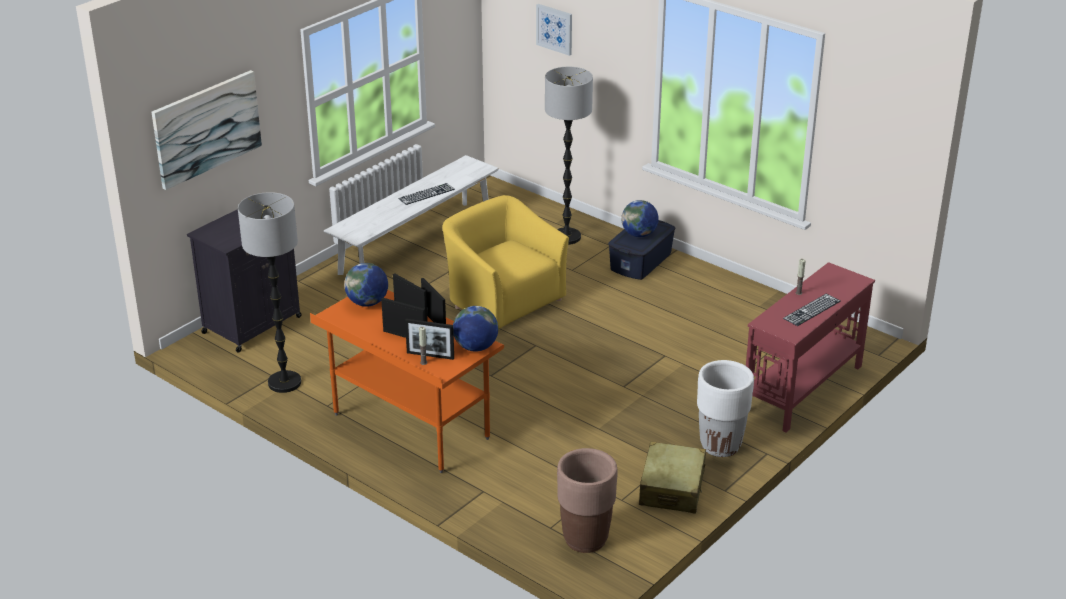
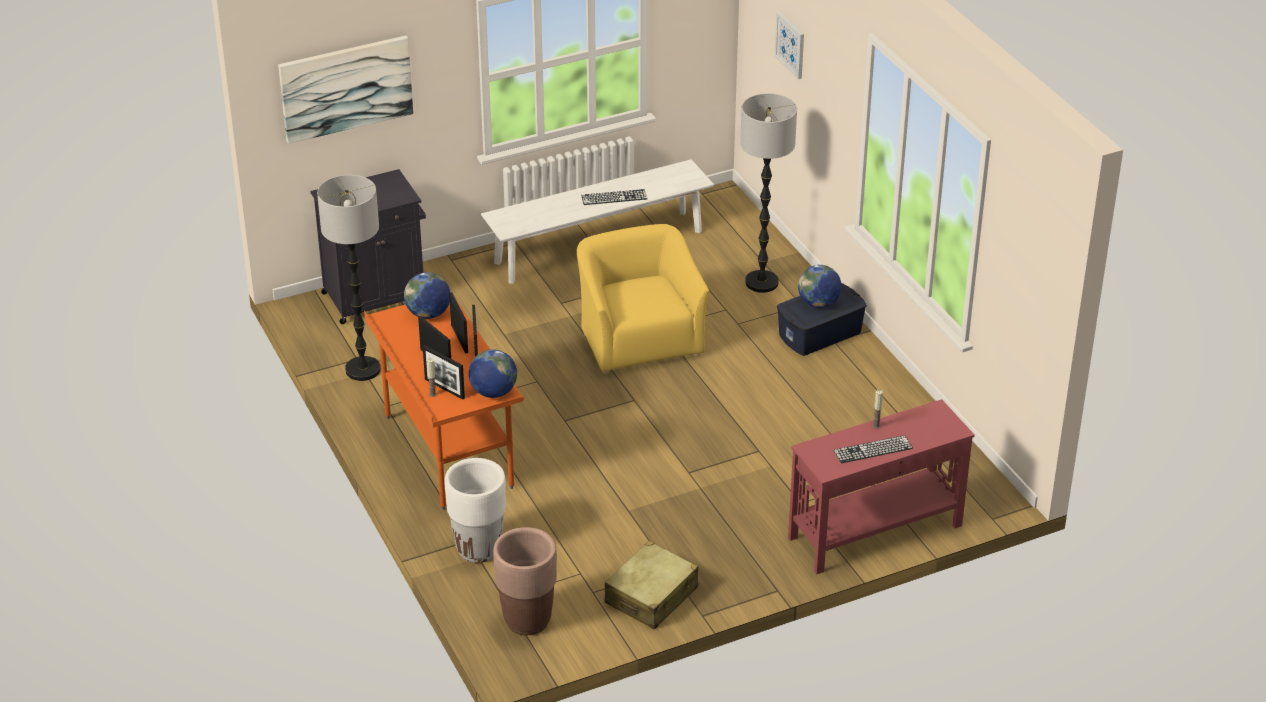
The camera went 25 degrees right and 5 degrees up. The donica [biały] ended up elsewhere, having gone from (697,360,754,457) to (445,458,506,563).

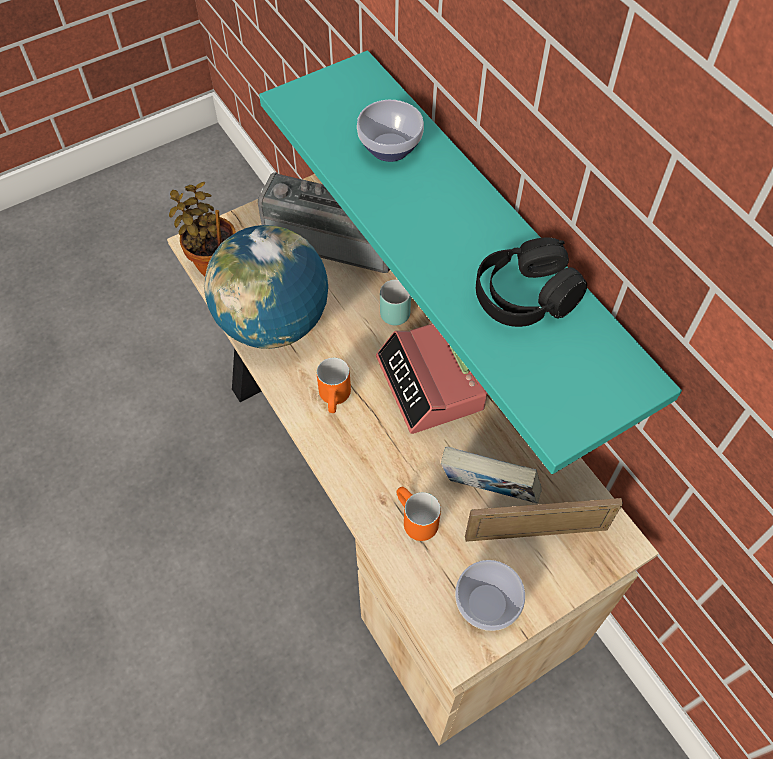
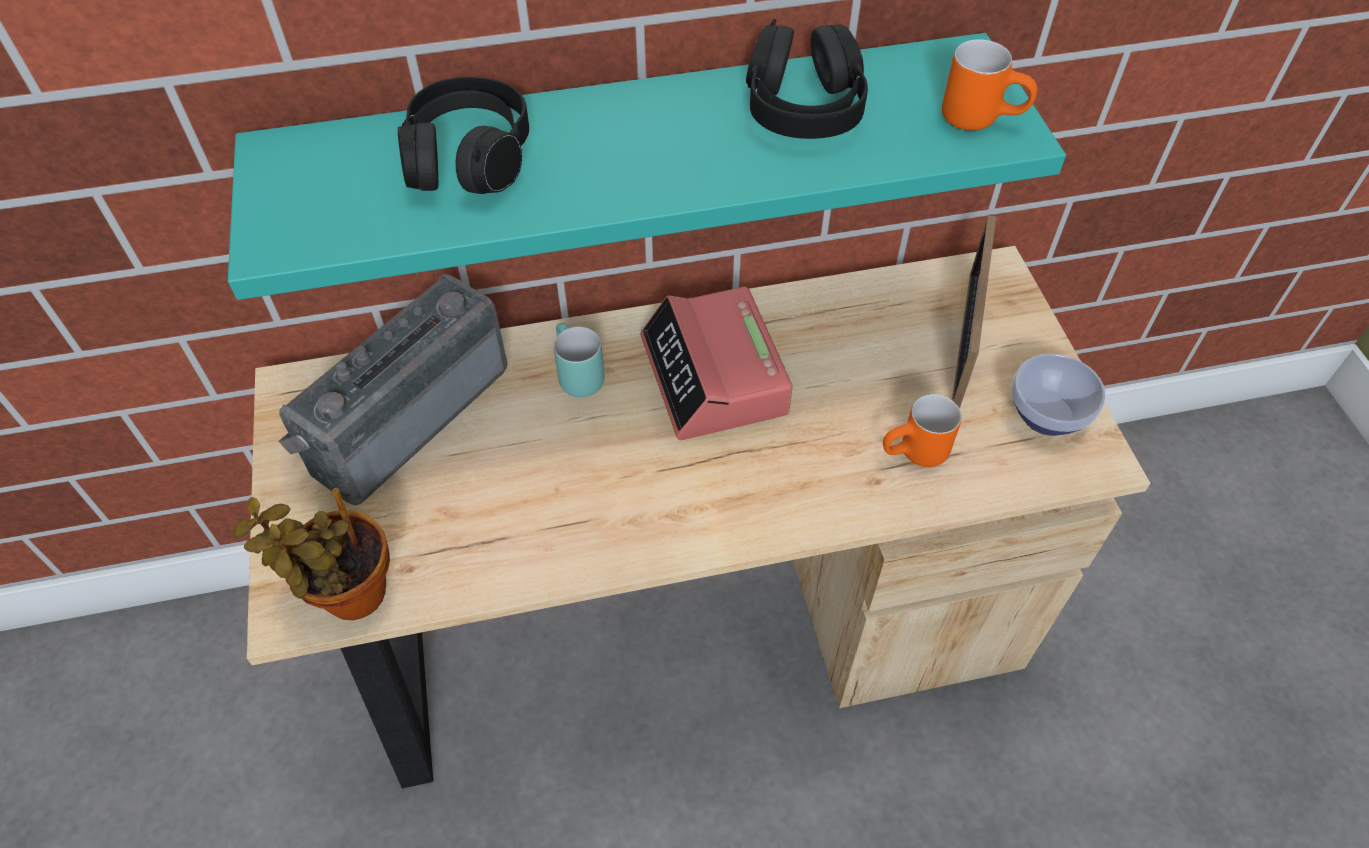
The camera went 70 degrees left and 5 degrees down. Where the miska stood at (357,100,424,162), the słuchawki [czarny] came to stand at (398,77,529,194). The second view lost the globus at (204,225,328,349). The budzik at (376,323,487,434) ended up facing another way, 75 degrees clockwise from before. The kubek [pomarańczowy] ended up elsewhere, having gone from (317,358,351,413) to (942,39,1037,131). The second view lost the książka at (441,447,542,504).

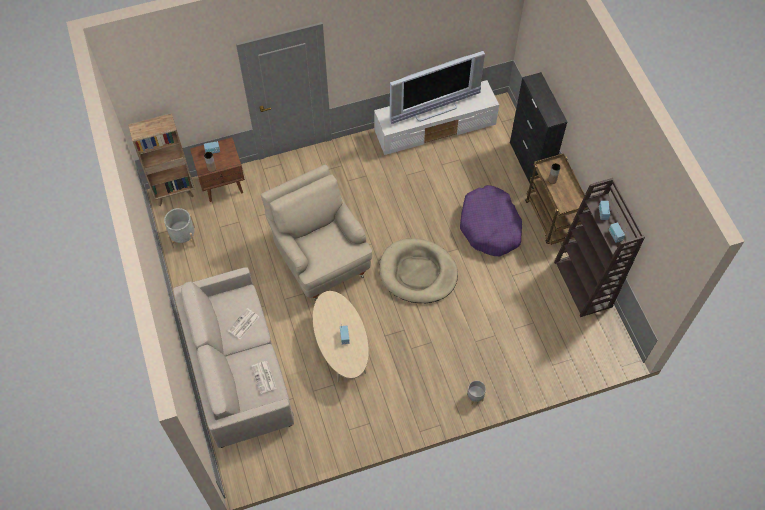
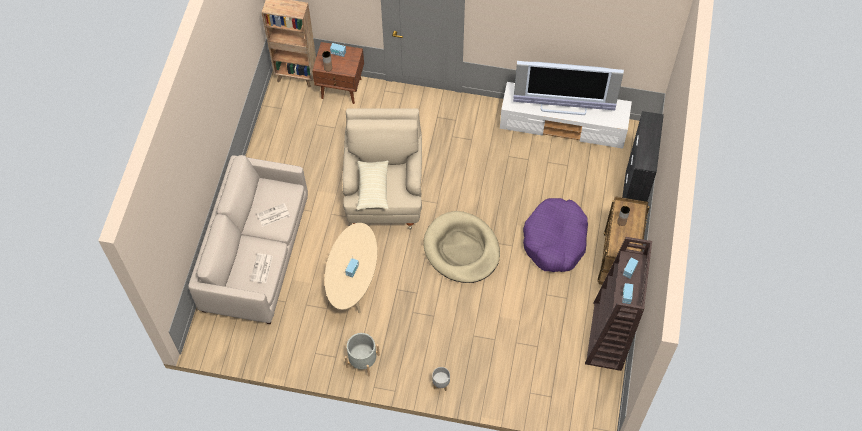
The camera went 30 degrees right and 0 degrees up. The donica [szary] ended up elsewhere, having gone from (164,208,196,249) to (345,333,380,376). The second view gained the poduszka [beżowy] at (357,161,389,210).

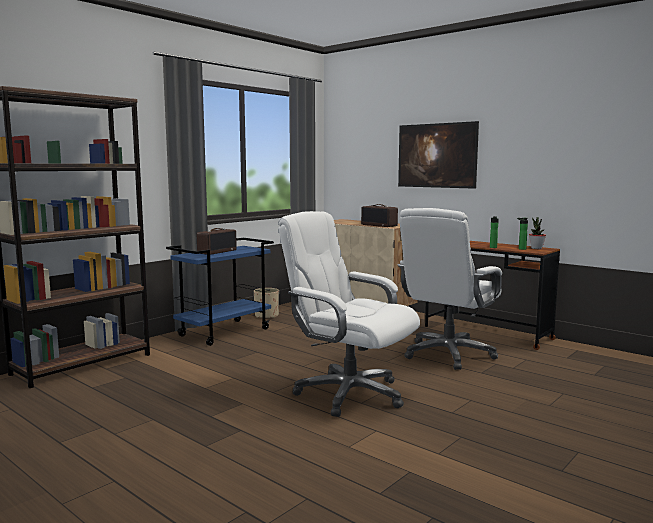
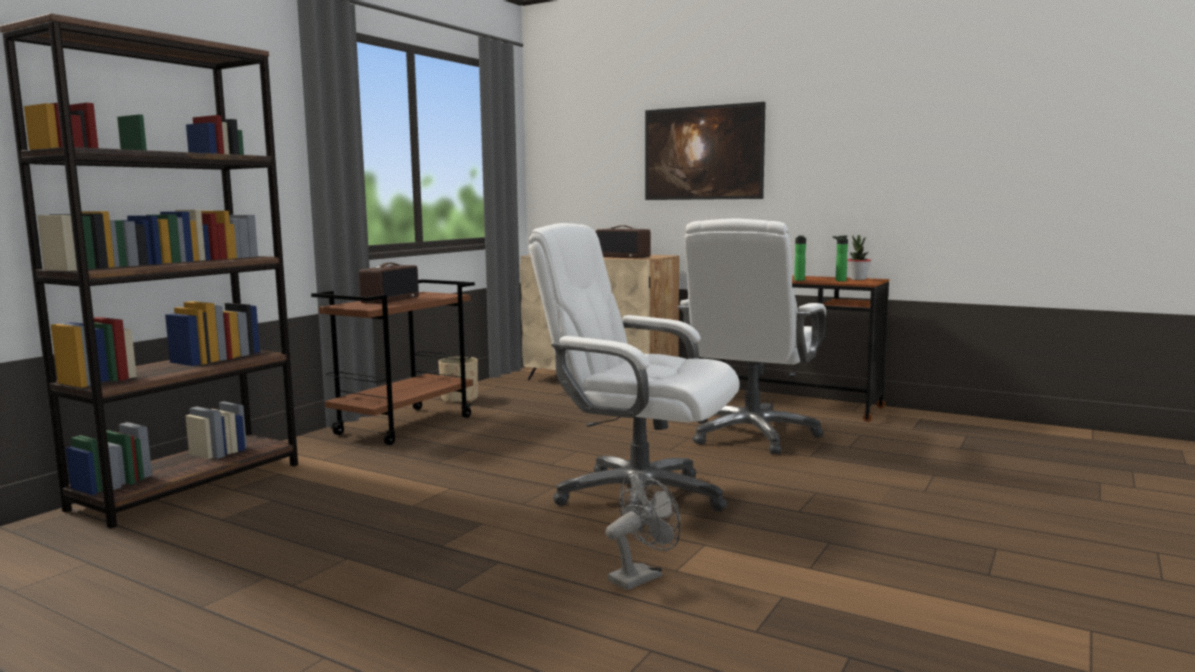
The camera went 10 degrees left and 0 degrees up. What was the wózek [niebieski] at (166,238,274,346) turned into the wózek [brązowy] at (311,279,475,445). The second view gained the wentylator [szary] at (605,472,681,590).

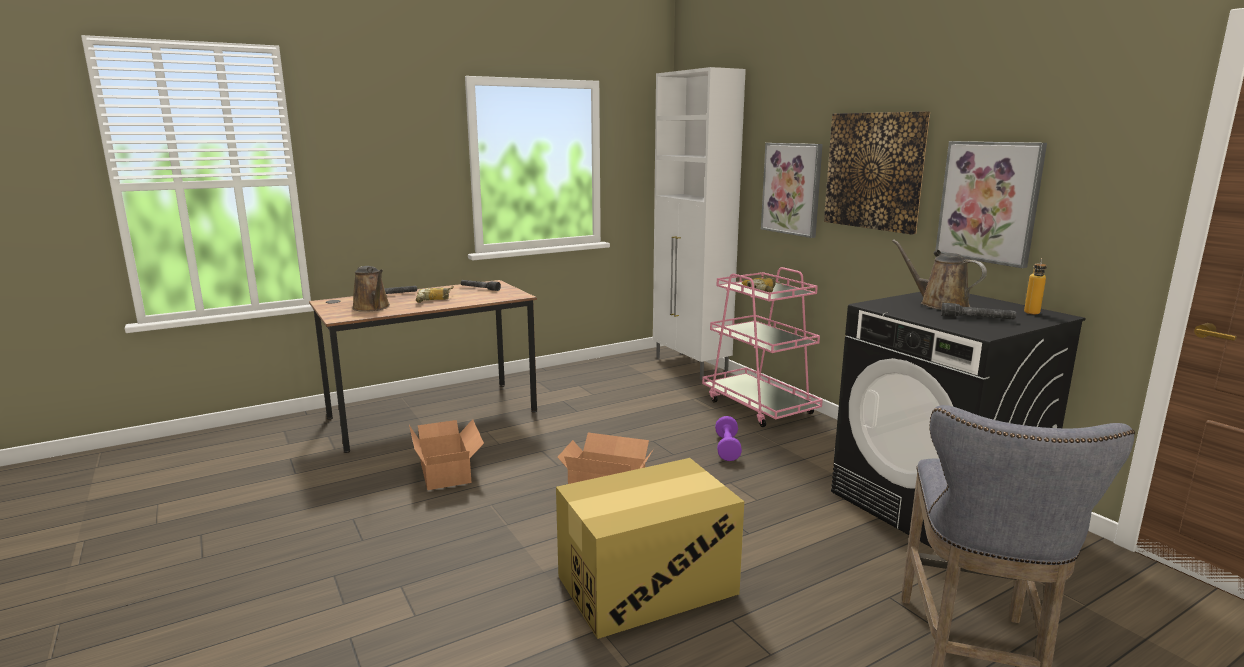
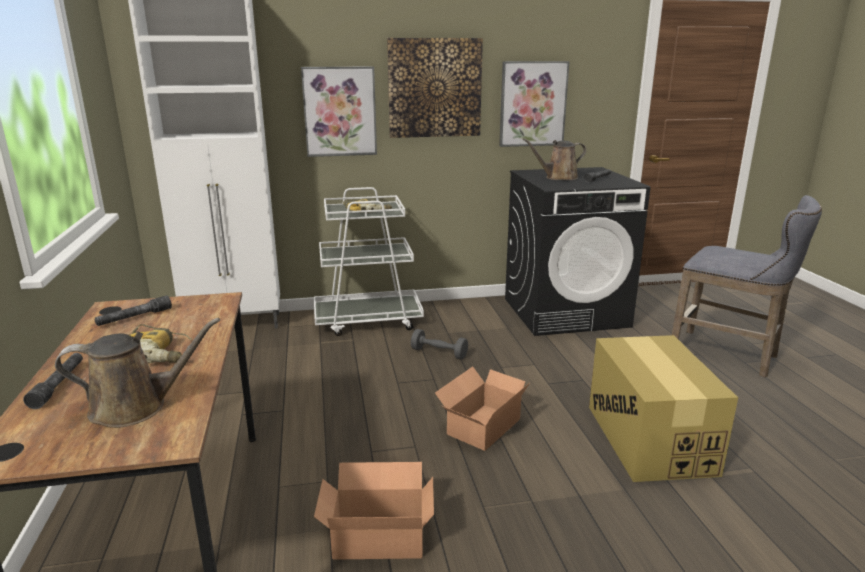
The camera went 70 degrees left and 5 degrees up. The second view lost the butelka at (1024,258,1047,314). What was the wózek [różowy] at (702,267,823,427) turned into the wózek [biały] at (314,187,424,336). What was the hantel [fioletowy] at (715,416,742,461) turned into the hantel [szary] at (411,329,468,360).

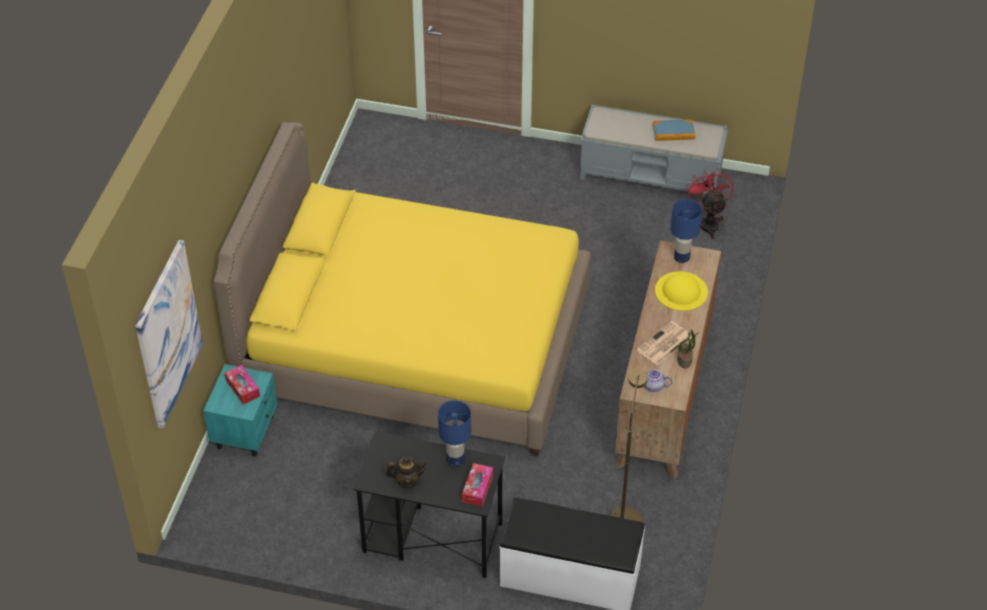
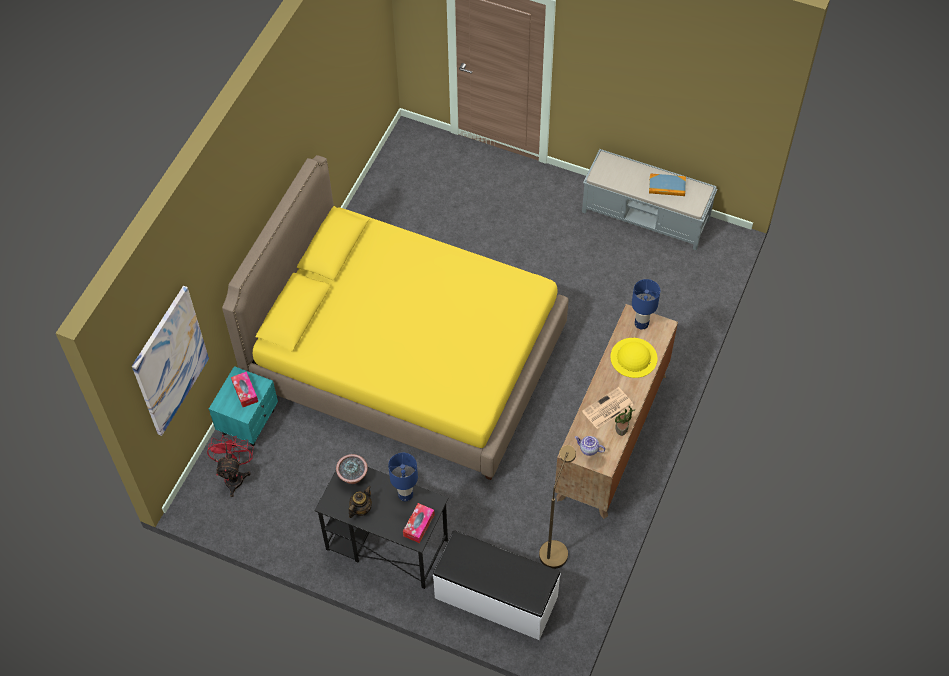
The camera went 10 degrees right and 10 degrees up. The wentylator [czerwony] ended up elsewhere, having gone from (686,168,733,240) to (207,435,253,497). The imbryk at (386,457,427,488) ended up facing another way, 60 degrees counterclockwise from before. The second view gained the roślina doniczkowa at (336,454,368,484).

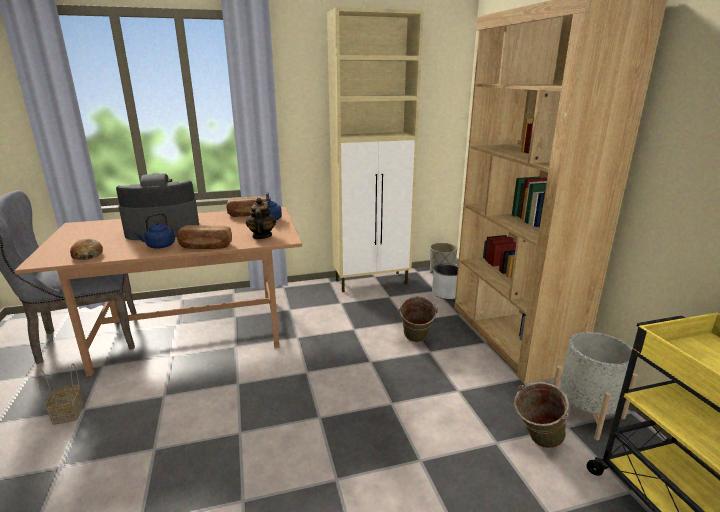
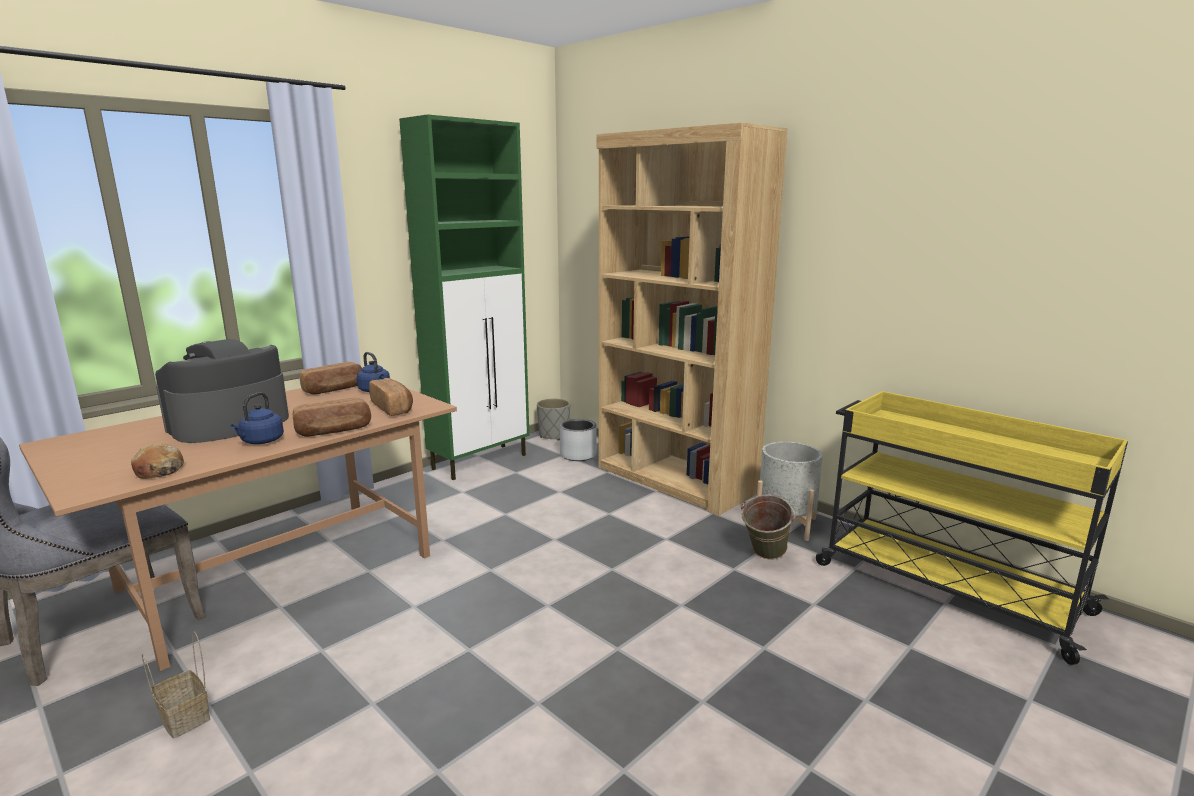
The camera went 30 degrees left and 5 degrees down. What was the szafka [beżowy] at (327,7,424,292) turned into the szafka [zielony] at (399,114,529,480). Where the imbryk stood at (246,198,276,239), the chleb came to stand at (369,378,413,416). The second view lost the wiadro [zielony] at (398,296,438,342).

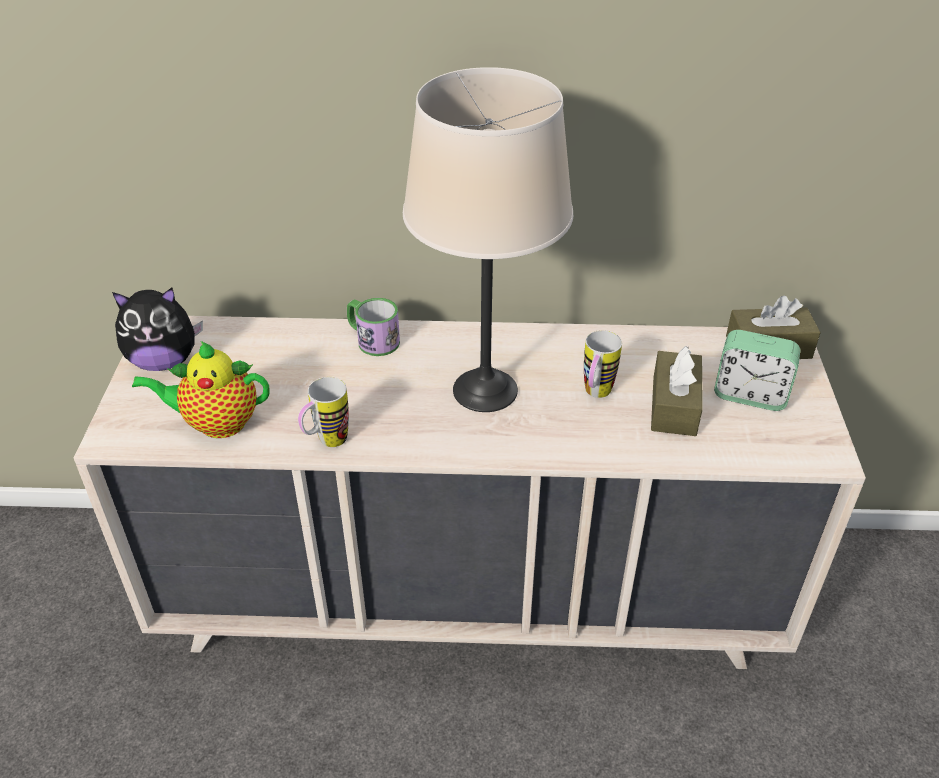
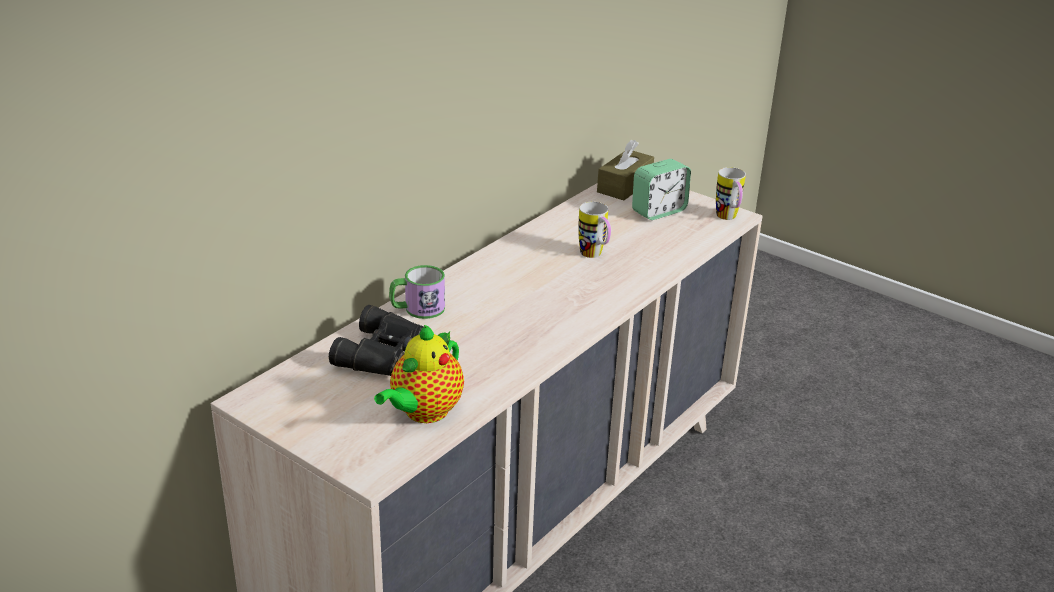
The camera went 55 degrees left and 10 degrees down. The second view lost the lampa stołowa [beżowy] at (403,67,573,412). The second view lost the pluszak at (112,288,203,371). The second view lost the pudełko chusteczek [brązowy] at (651,346,703,436). The kubek ended up elsewhere, having gone from (298,377,349,447) to (716,167,746,220). The second view gained the lornetka [czarny] at (329,305,423,376).

